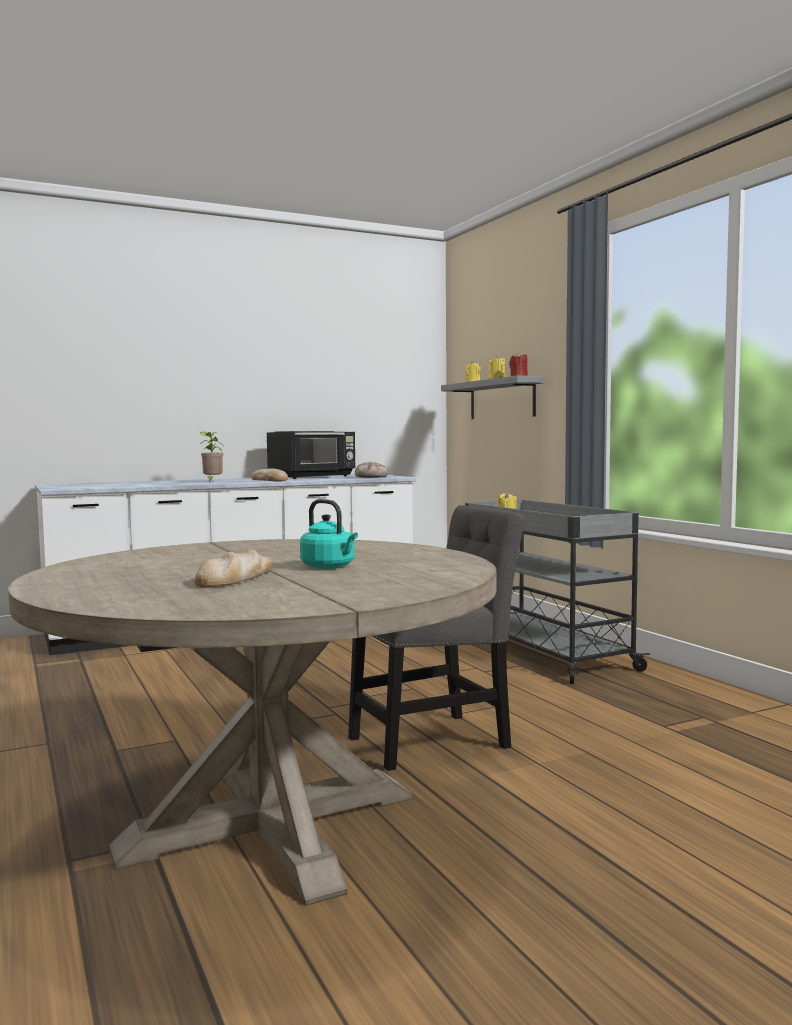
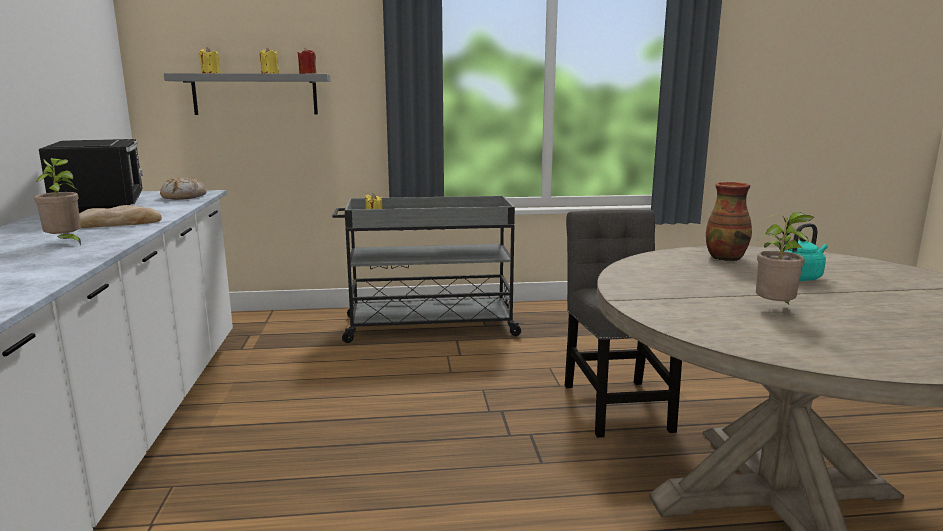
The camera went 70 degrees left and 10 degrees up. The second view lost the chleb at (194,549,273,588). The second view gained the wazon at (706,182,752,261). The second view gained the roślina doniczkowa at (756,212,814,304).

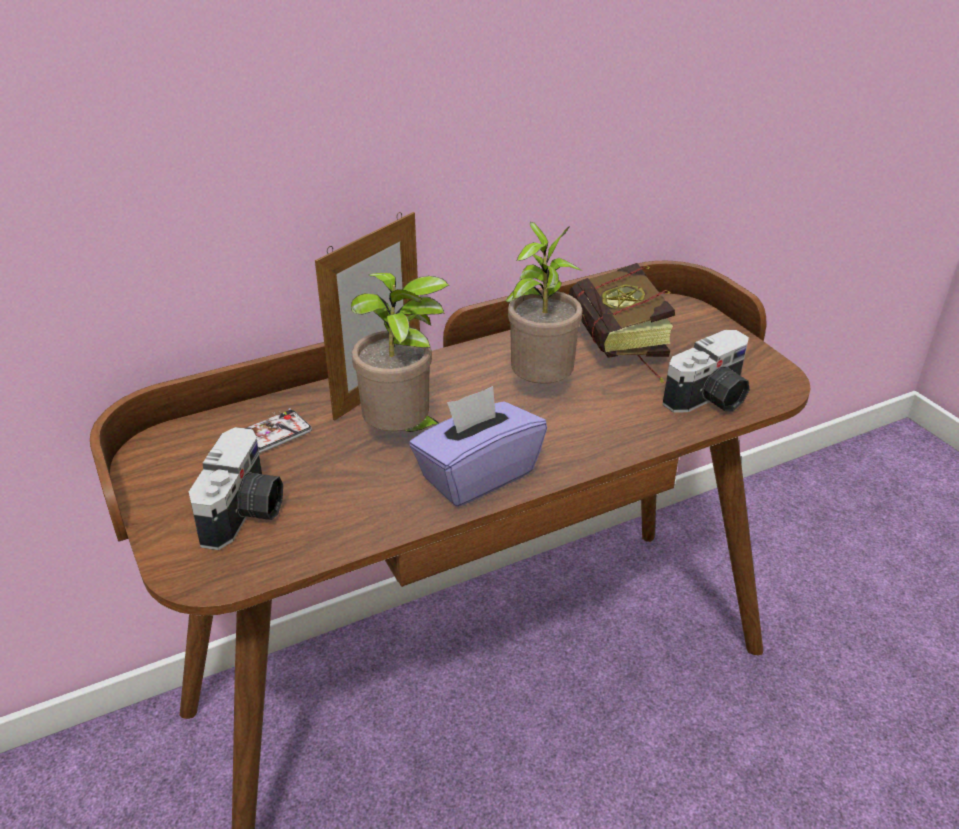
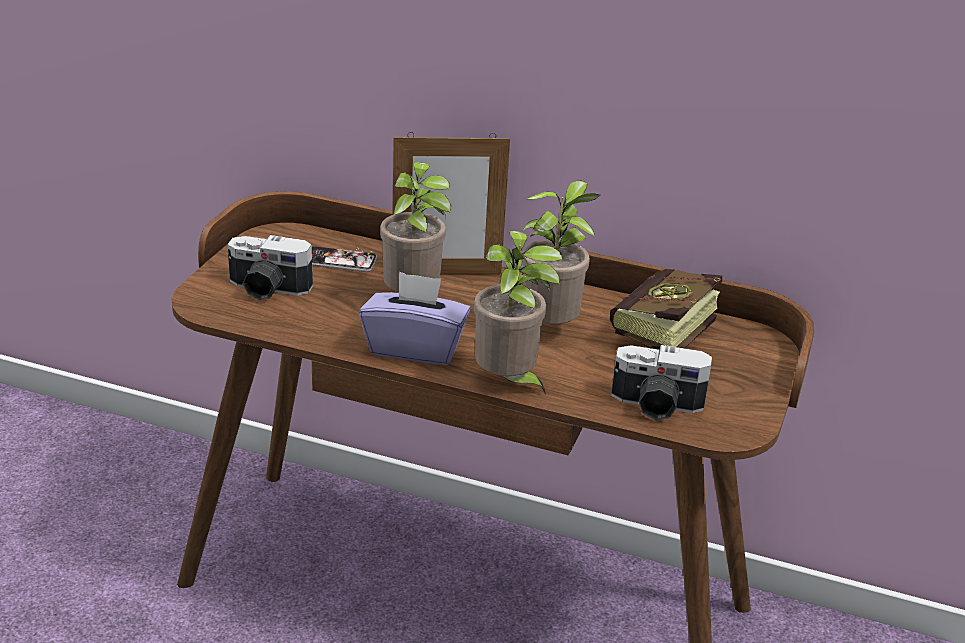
The camera went 45 degrees right and 5 degrees down. The aparat fotograficzny at (189,427,283,550) ended up facing another way, 45 degrees clockwise from before. The second view gained the roślina doniczkowa at (474,231,563,395).

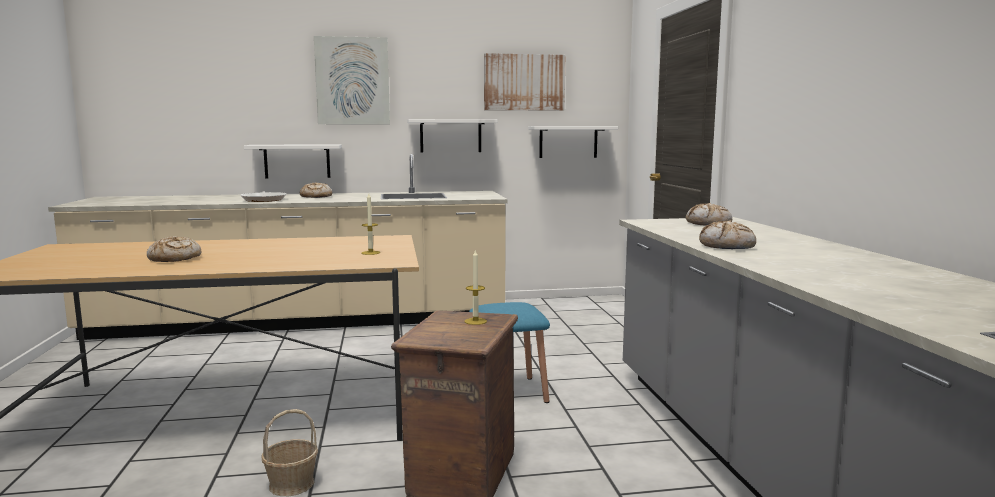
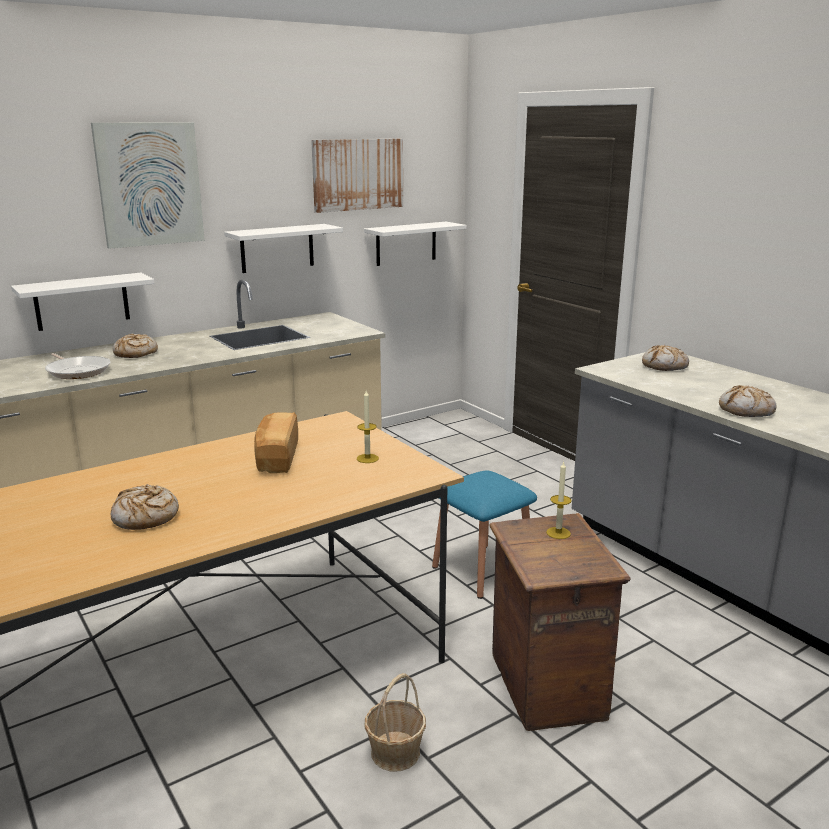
The camera went 25 degrees left and 10 degrees up. The second view gained the chleb at (254,412,298,473).

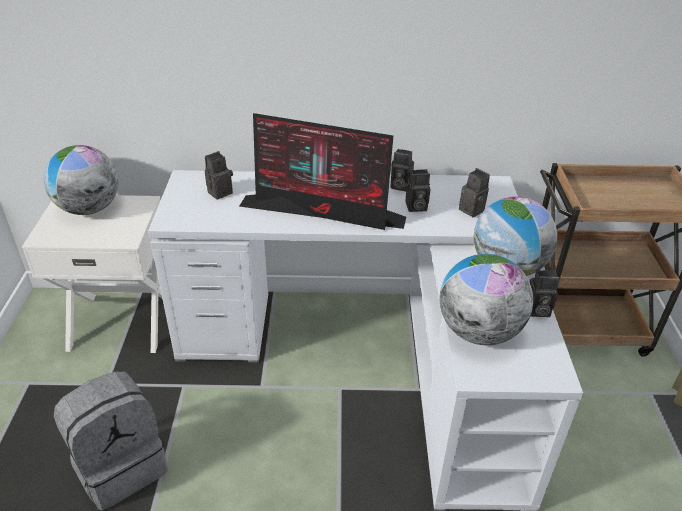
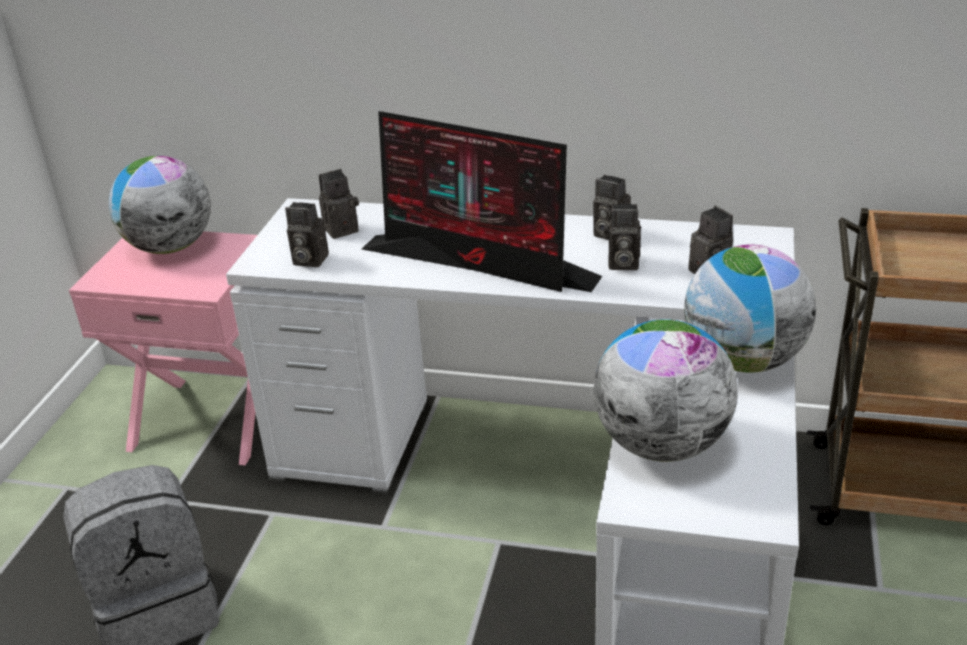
The camera went 15 degrees right and 5 degrees down. What was the szafka nocna [biały] at (22,195,162,353) turned into the szafka nocna [różowy] at (69,231,257,465). The aparat fotograficzny ended up elsewhere, having gone from (529,270,560,317) to (285,202,329,267).

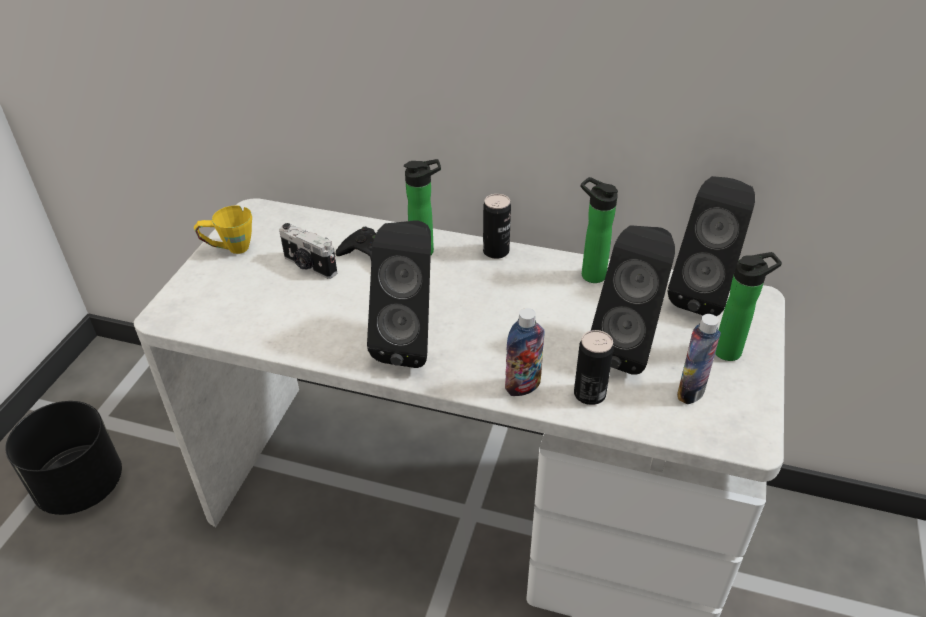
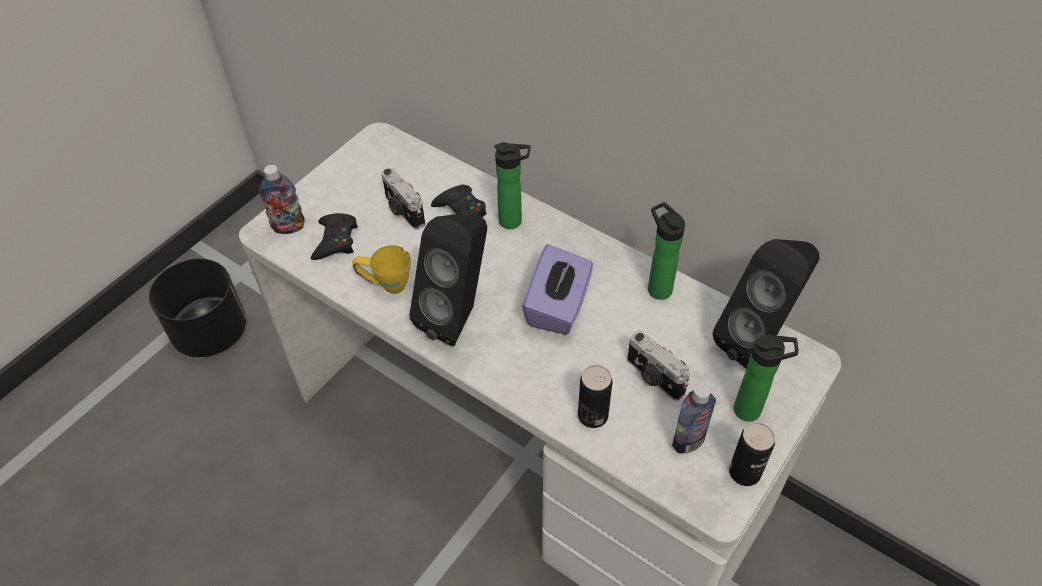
The camera went 20 degrees right and 10 degrees up. The puszka ended up elsewhere, having gone from (483,194,511,259) to (729,422,775,486). The kubek [żółty] ended up elsewhere, having gone from (194,205,252,254) to (352,245,411,294). Where the głośnik [czarny] stood at (591,225,675,375), the aparat fotograficzny came to stand at (627,330,690,401). The butelka ended up elsewhere, having gone from (505,308,545,396) to (259,165,305,234). The second view gained the pad do gier [czarny] at (311,213,358,260). The second view gained the pudełko chusteczek [fioletowy] at (522,244,593,335).

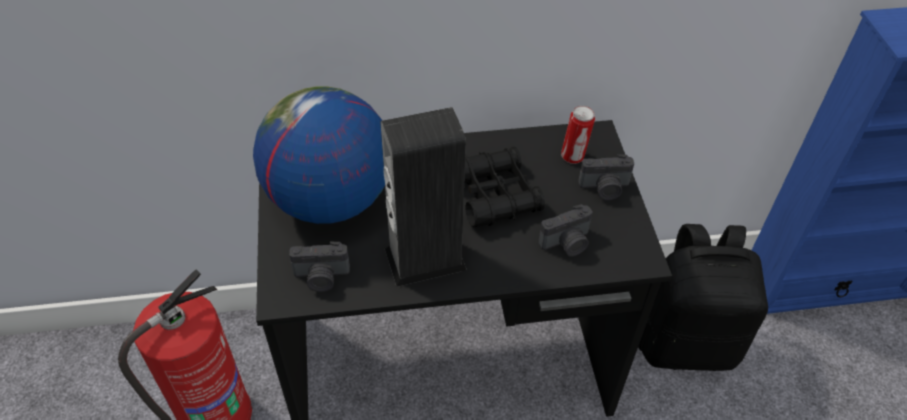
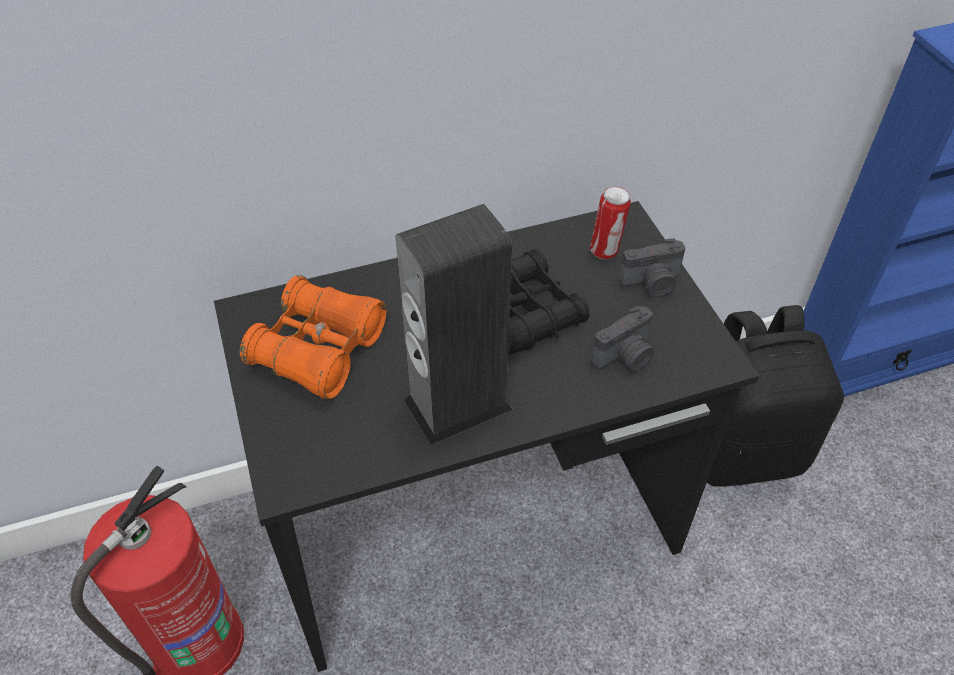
The camera went 10 degrees left and 0 degrees up. Where the globus stood at (253,86,385,224), the lornetka [pomarańczowy] came to stand at (240,275,387,399). The second view lost the aparat fotograficzny at (289,241,350,292).

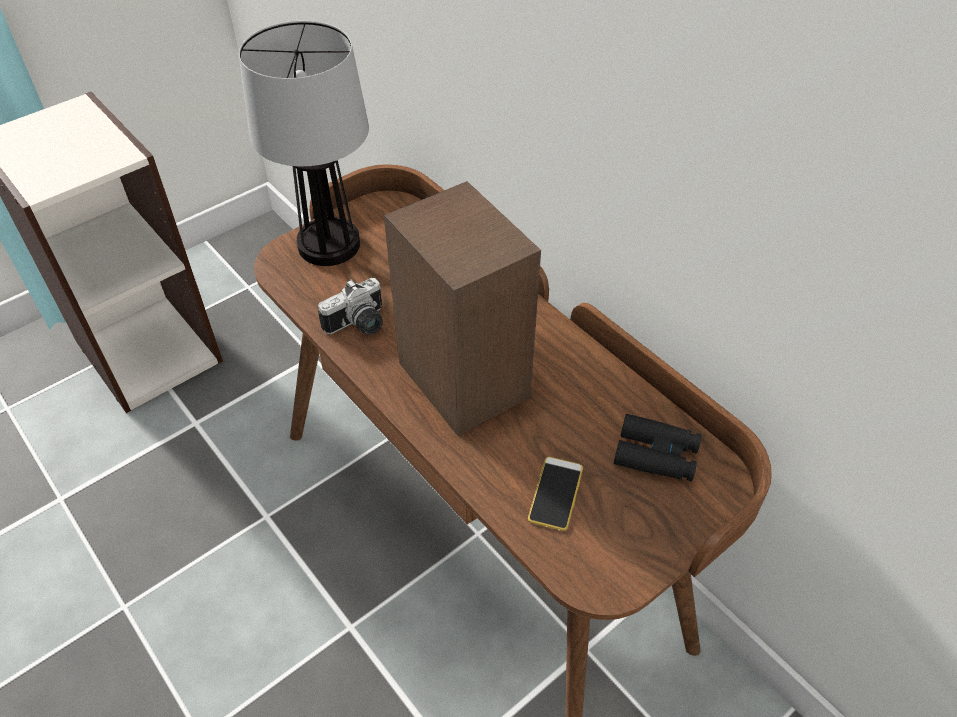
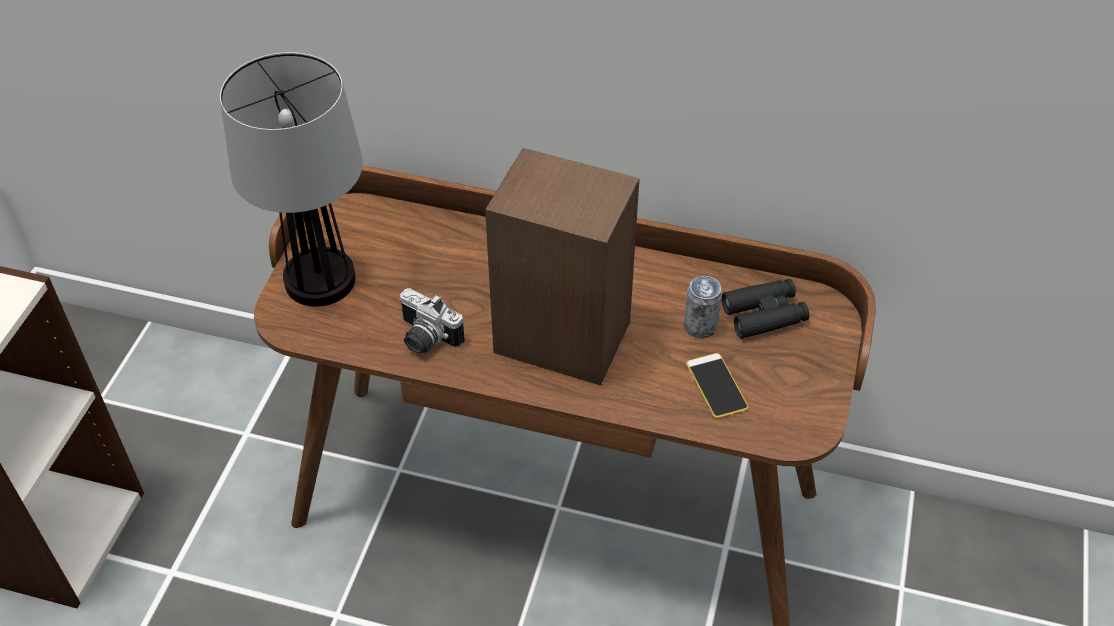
The camera went 35 degrees left and 0 degrees up. The aparat fotograficzny at (318,278,383,335) ended up facing another way, 105 degrees clockwise from before. The second view gained the puszka at (684,276,722,338).

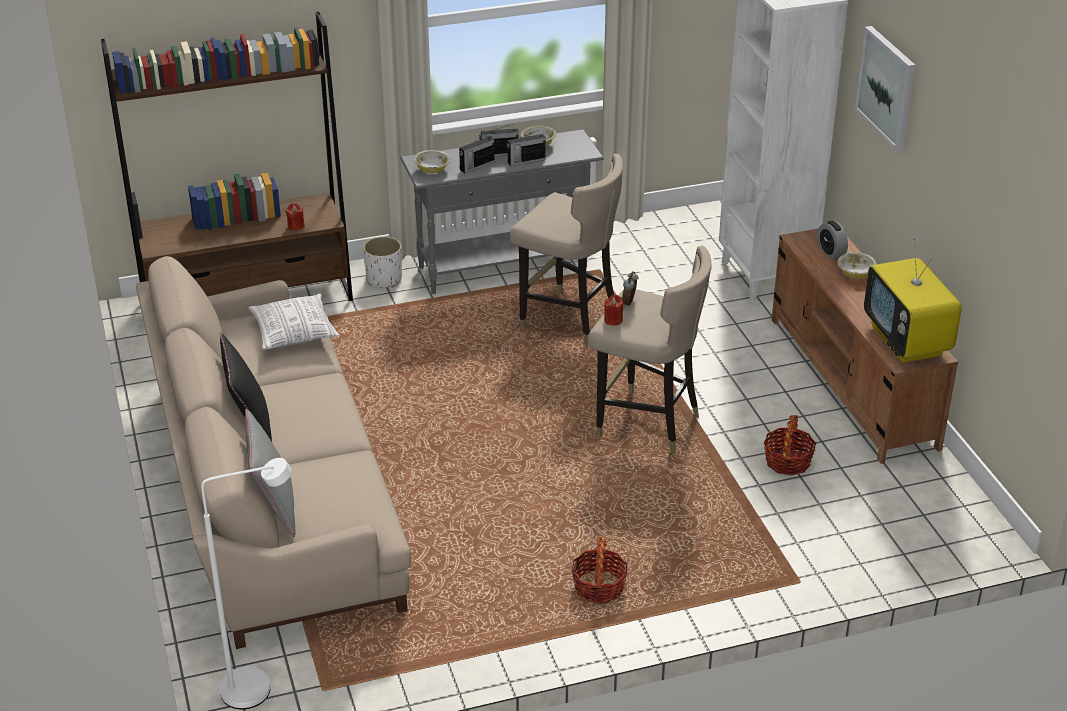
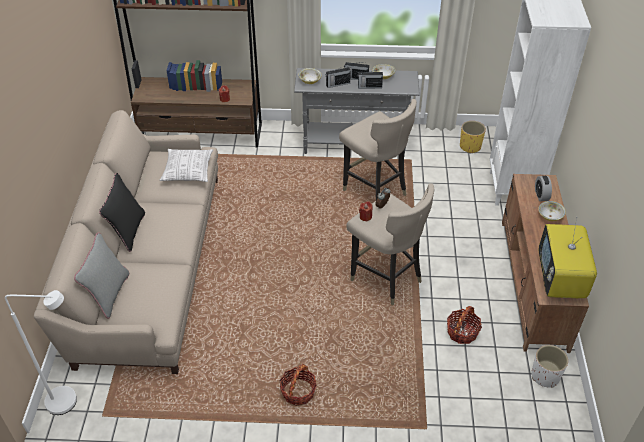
The camera went 20 degrees right and 10 degrees up. The second view lost the obraz at (855,26,915,151). The donica [biały] ended up elsewhere, having gone from (363,236,402,288) to (531,345,568,388). The second view gained the donica [żółty] at (460,121,486,153).

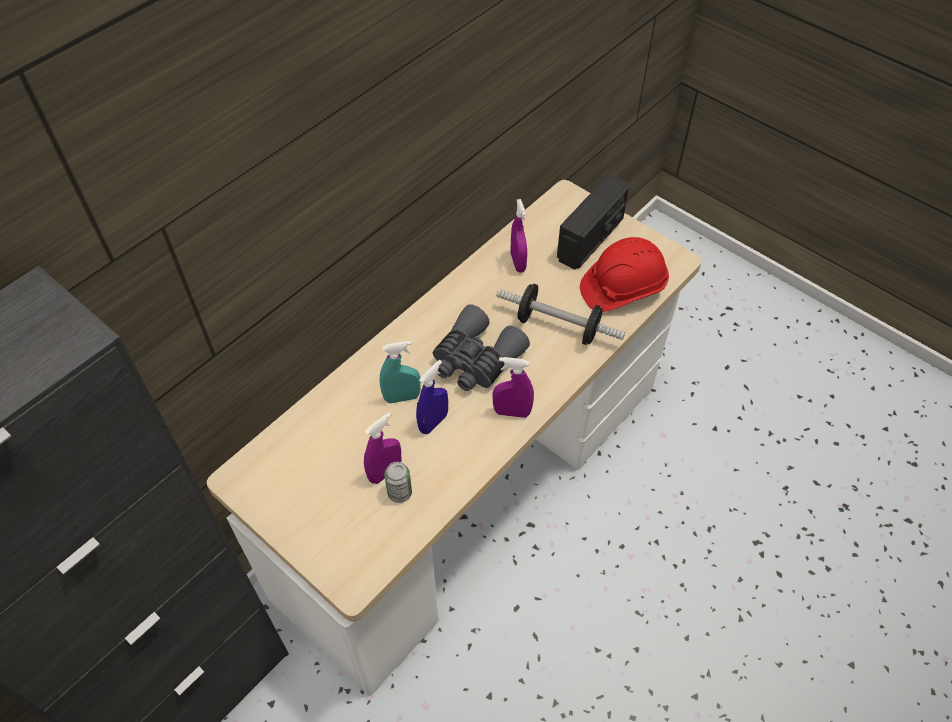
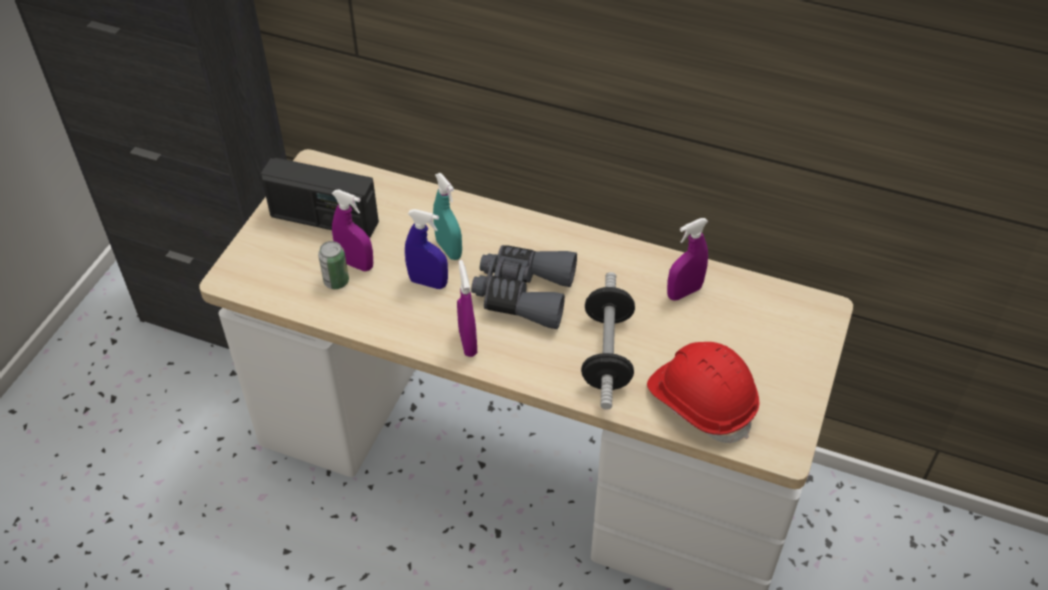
The camera went 70 degrees right and 5 degrees down. The radio ended up elsewhere, having gone from (557,175,629,270) to (261,158,379,238).

